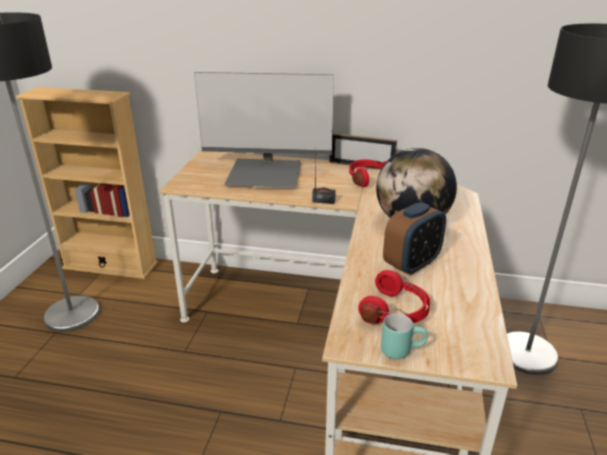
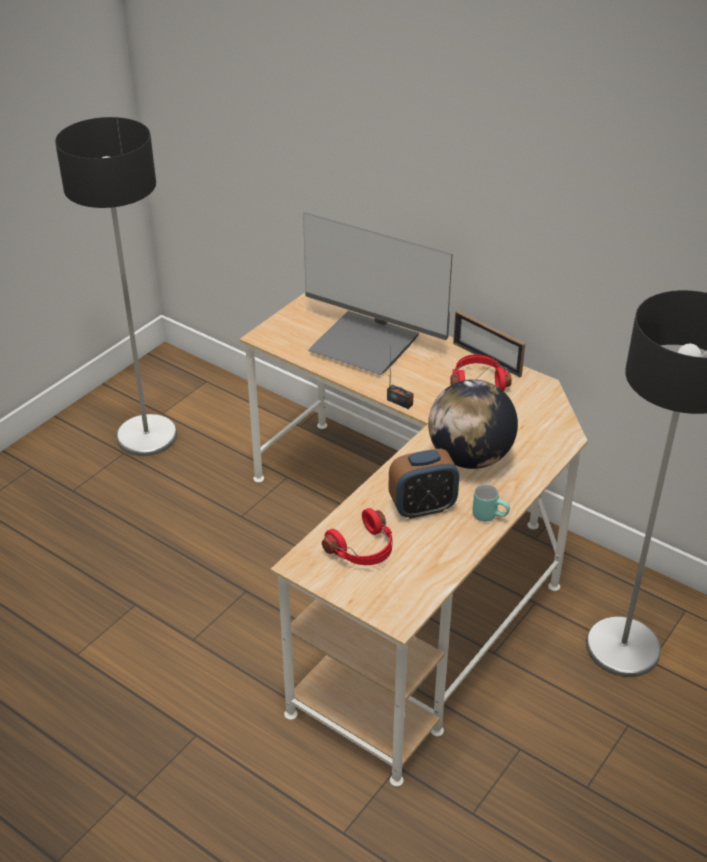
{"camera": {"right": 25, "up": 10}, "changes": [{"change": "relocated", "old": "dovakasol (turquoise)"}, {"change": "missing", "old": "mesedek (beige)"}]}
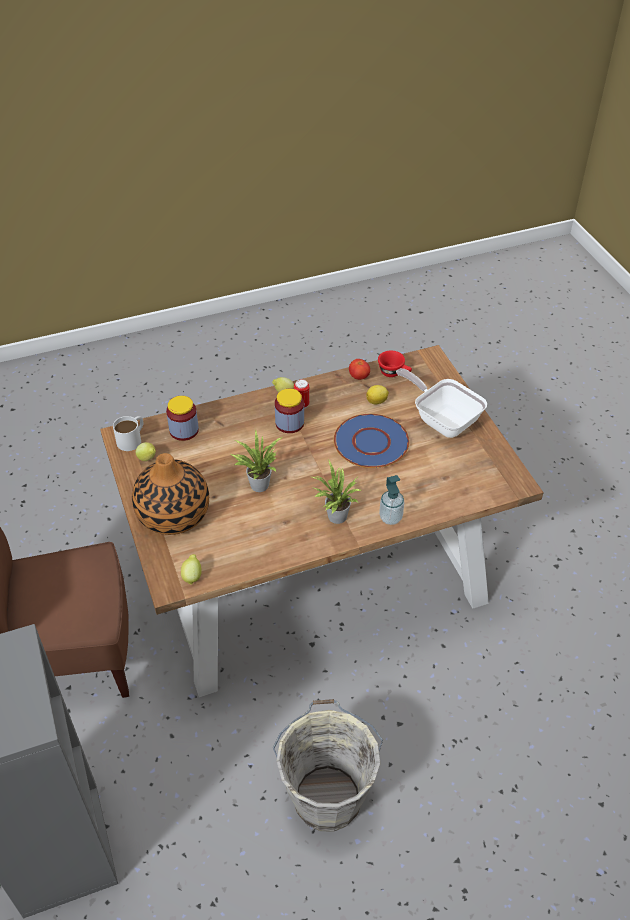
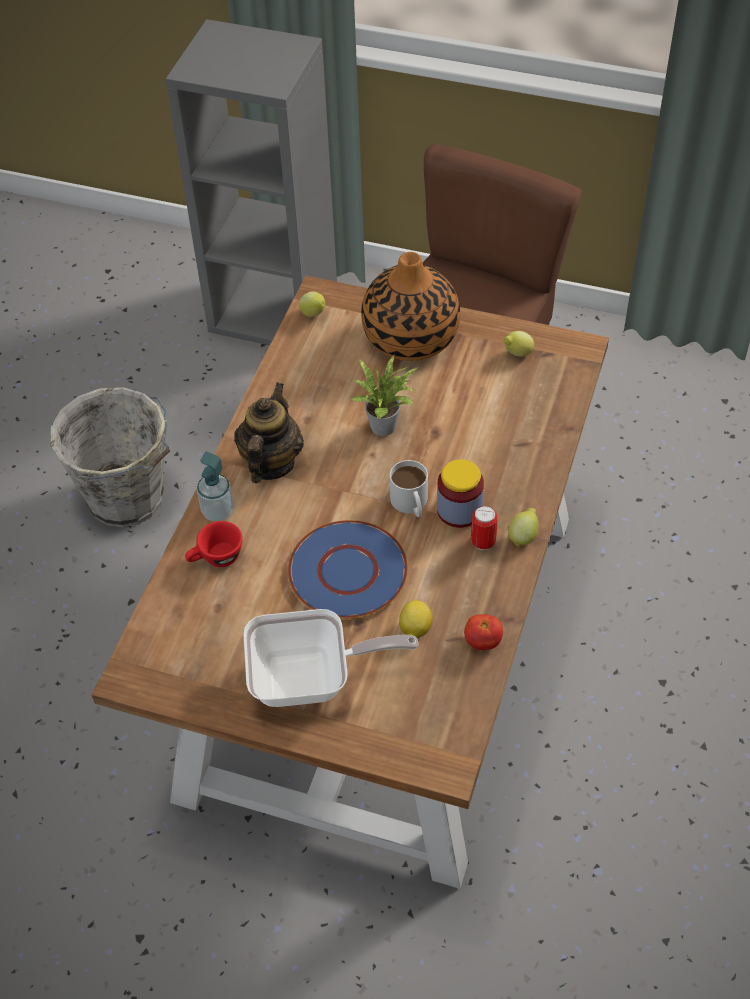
{"camera": {"right": 130, "up": 5}, "changes": [{"change": "relocated", "old": "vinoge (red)"}, {"change": "exchanged", "old": "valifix (no. 2 from left)", "new": "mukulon"}, {"change": "relocated", "old": "dovakasol (white)"}, {"change": "missing", "old": "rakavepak (no. 1 from left)"}]}
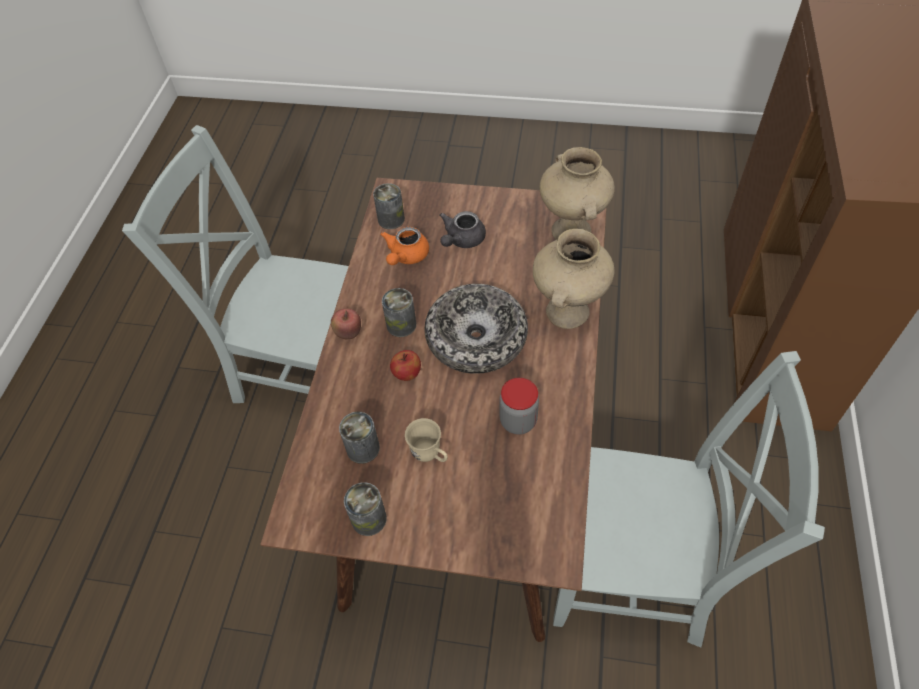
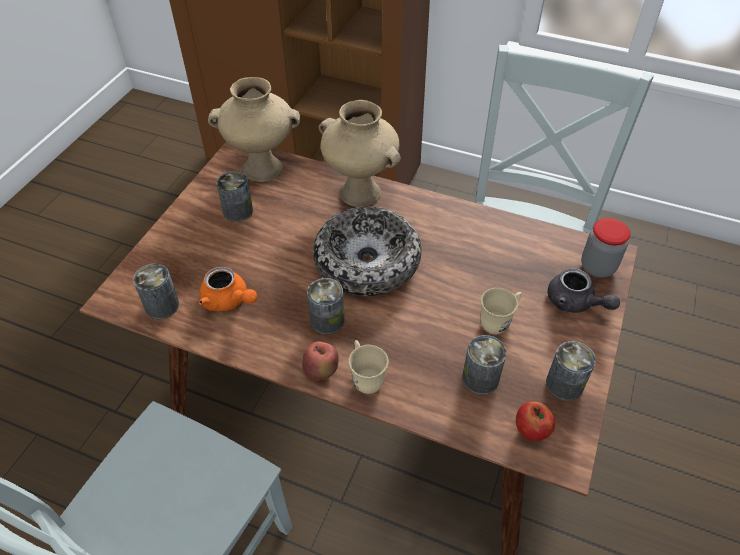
{"camera": {"right": -80, "up": -5}, "changes": [{"change": "appeared", "new": "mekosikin (no. 2 from left)"}, {"change": "appeared", "new": "dovakasol (beige) (no. 1 from left)"}, {"change": "relocated", "old": "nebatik (no. 2 from left)"}, {"change": "relocated", "old": "mukulon (grey)"}, {"change": "relocated", "old": "rakavepak"}]}
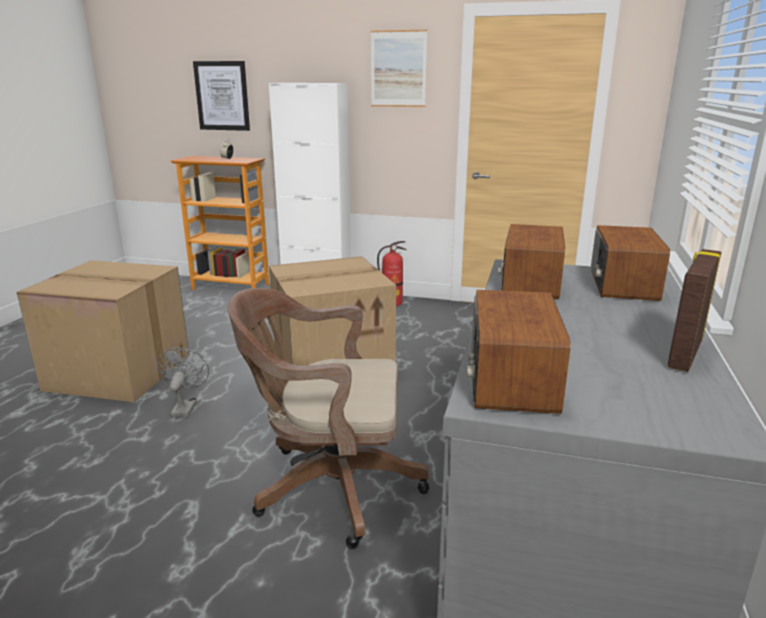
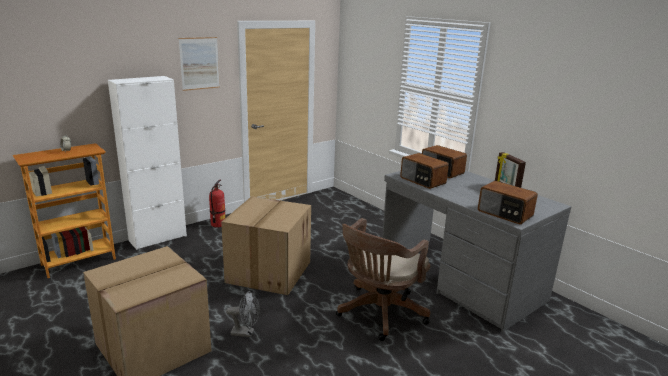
{"camera": {"right": -55, "up": 0}, "changes": [{"change": "spun", "old": "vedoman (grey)", "degrees": 150}, {"change": "missing", "old": "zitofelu (no. 1 from left)"}]}
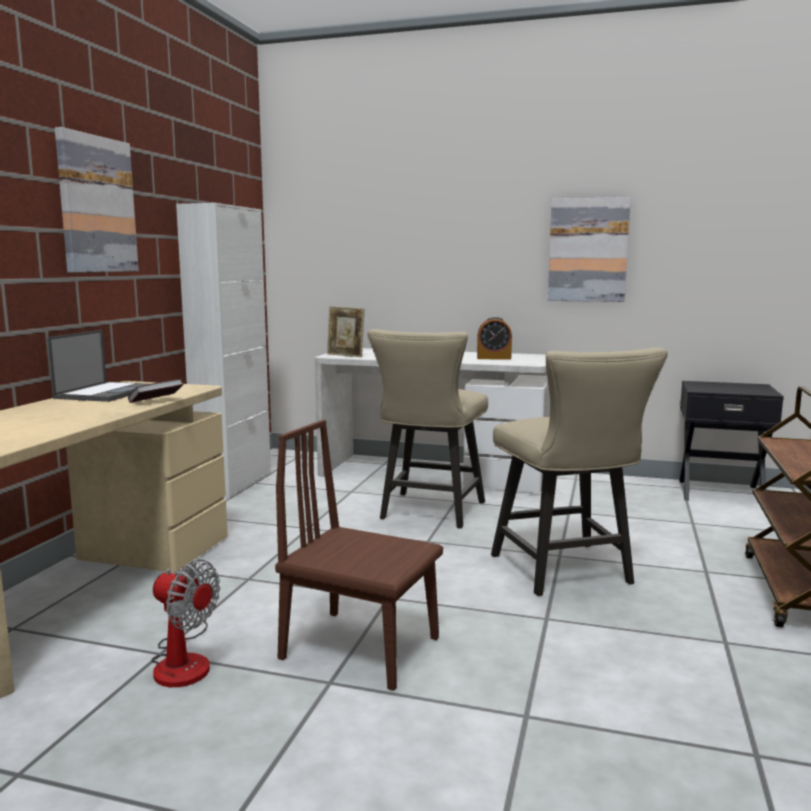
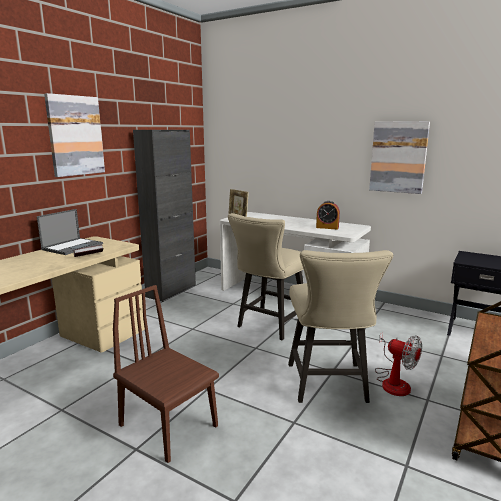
{"camera": {"right": 15, "up": 5}, "changes": [{"change": "colour", "old": "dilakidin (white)", "new": "dilakidin (black)"}, {"change": "relocated", "old": "vedoman"}]}
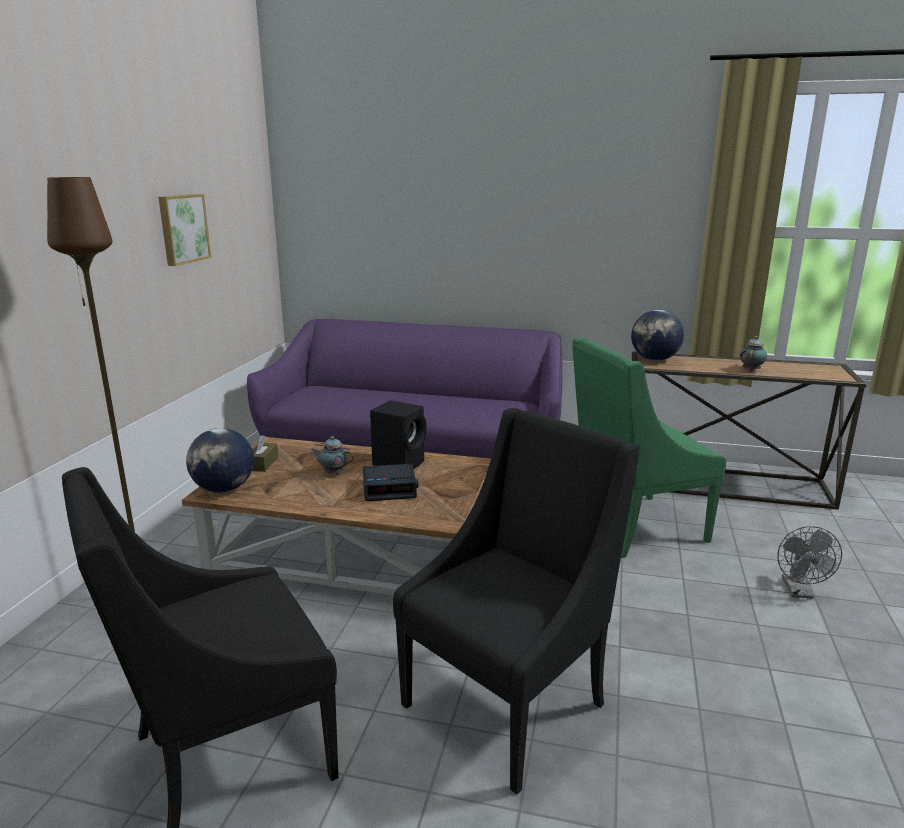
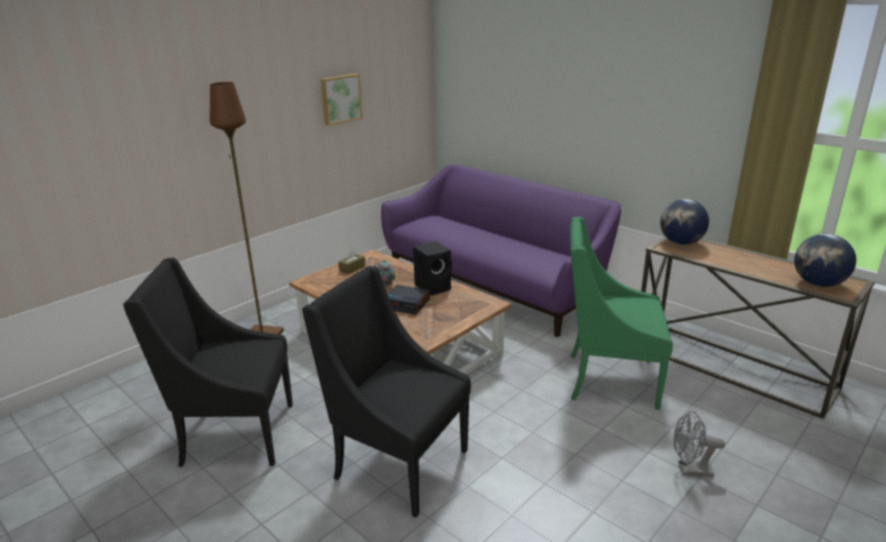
{"camera": {"right": 30, "up": 5}, "changes": [{"change": "spun", "old": "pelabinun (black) (no. 2 from left)", "degrees": -135}, {"change": "spun", "old": "vedoman (grey)", "degrees": 60}, {"change": "relocated", "old": "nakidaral (no. 1 from left in the first image)", "new": "nakidaral (no. 2 from left)"}, {"change": "missing", "old": "mukulon (no. 2 from left)"}]}
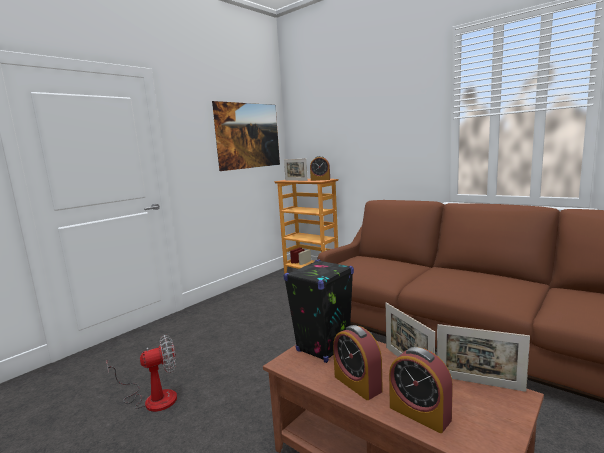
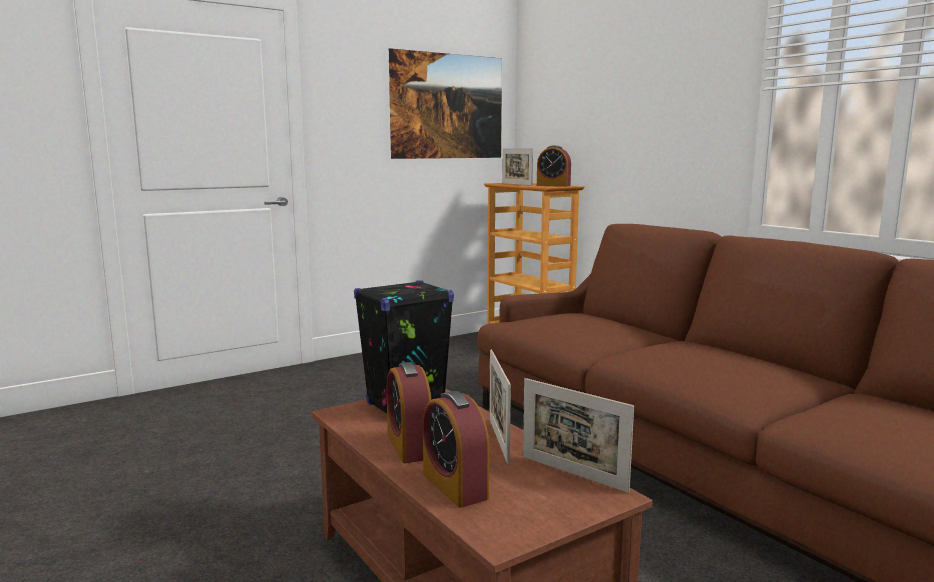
{"camera": {"right": 15, "up": 0}, "changes": [{"change": "missing", "old": "vedoman"}]}
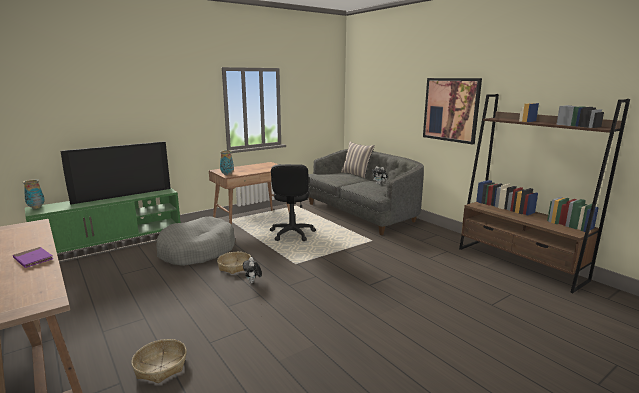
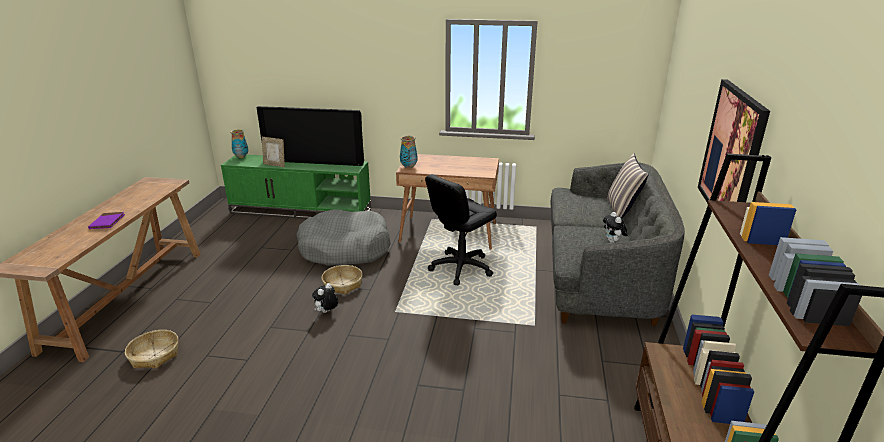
{"camera": {"right": 45, "up": 10}, "changes": [{"change": "appeared", "new": "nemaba"}]}
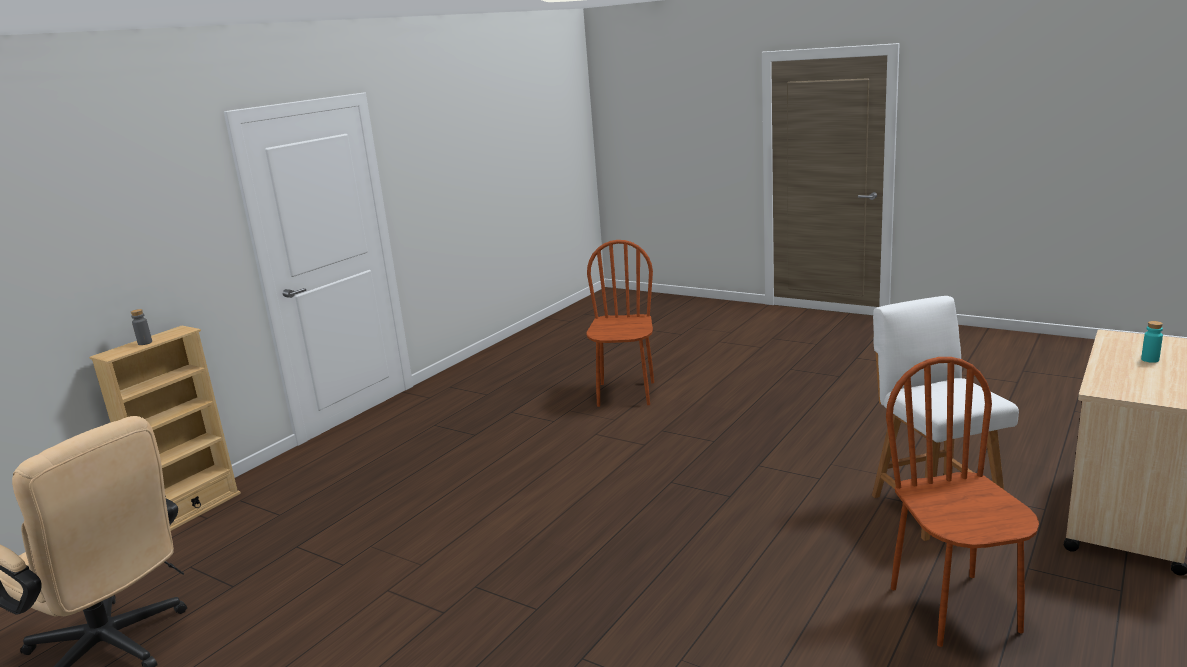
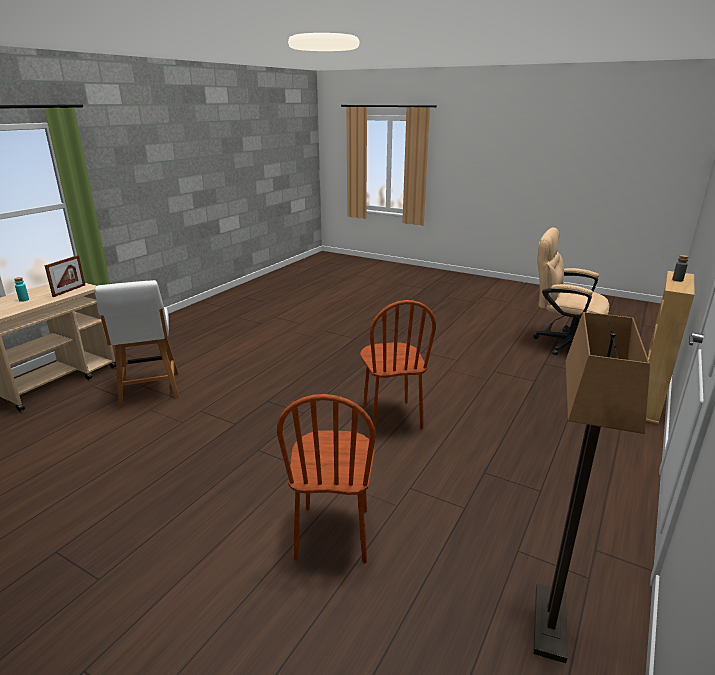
{"camera": {"right": 175, "up": 5}, "changes": [{"change": "appeared", "new": "nemaba"}, {"change": "relocated", "old": "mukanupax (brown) (no. 2 from left)"}, {"change": "appeared", "new": "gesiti"}]}
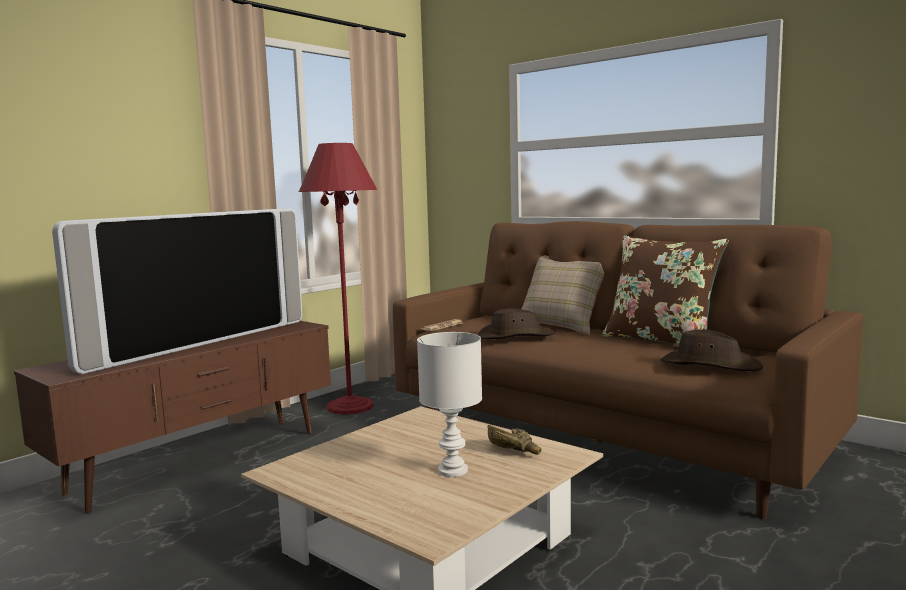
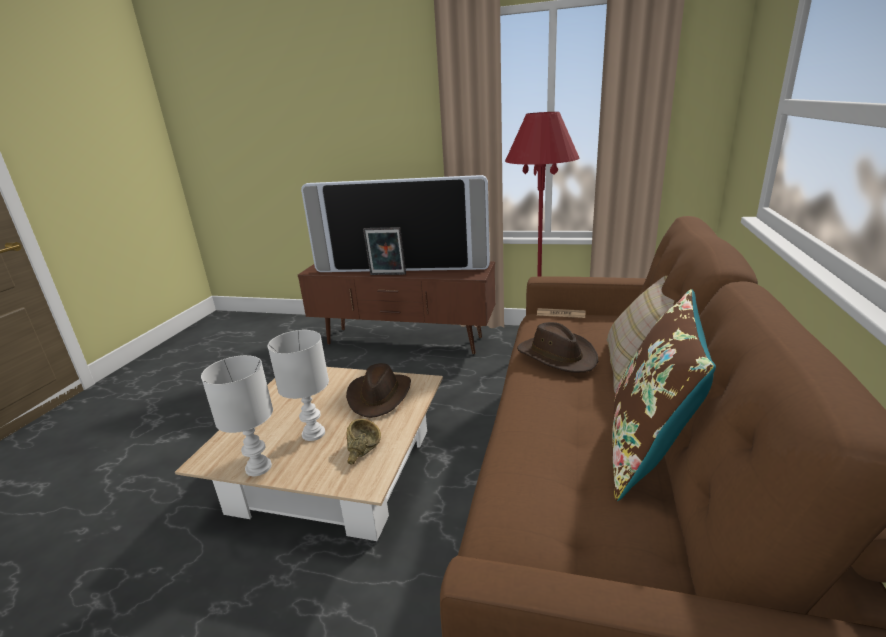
{"camera": {"right": 65, "up": 15}, "changes": [{"change": "appeared", "new": "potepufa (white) (no. 1 from left)"}, {"change": "relocated", "old": "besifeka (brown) (no. 2 from left in the first image)", "new": "besifeka (brown) (no. 1 from left)"}, {"change": "appeared", "new": "nemaba"}]}
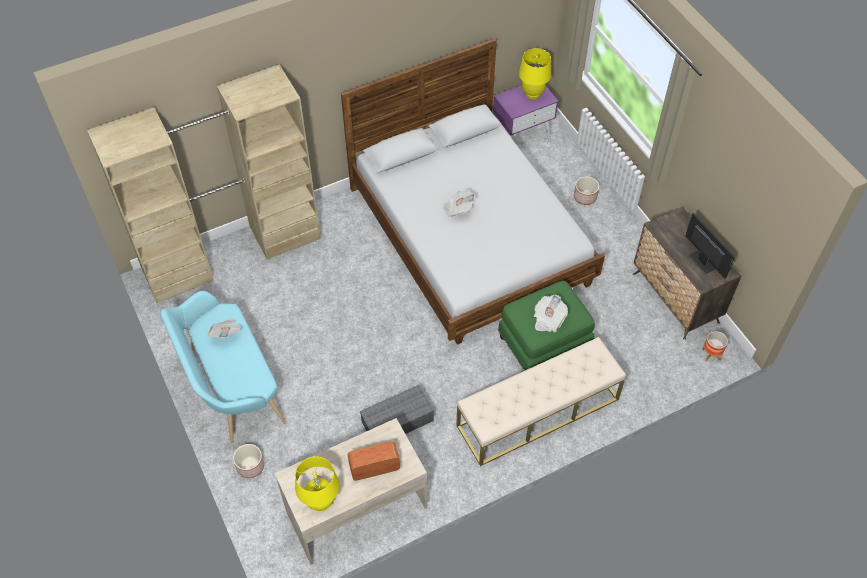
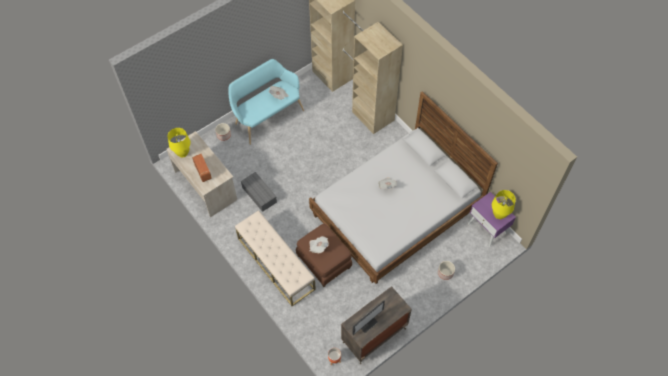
{"camera": {"right": 80, "up": 5}, "changes": [{"change": "colour", "old": "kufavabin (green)", "new": "kufavabin (brown)"}]}
